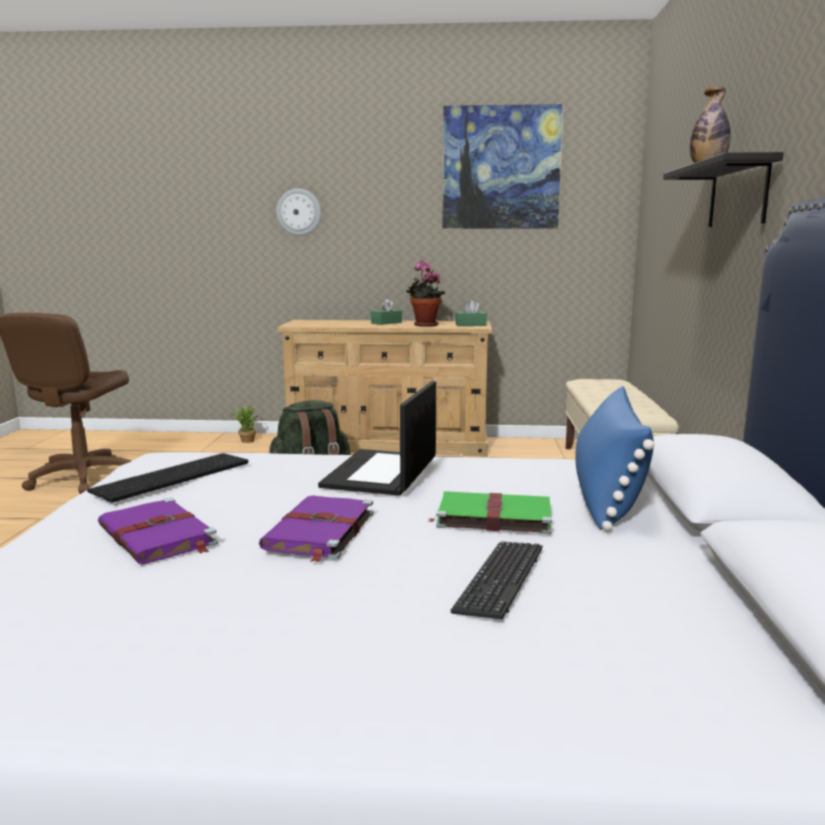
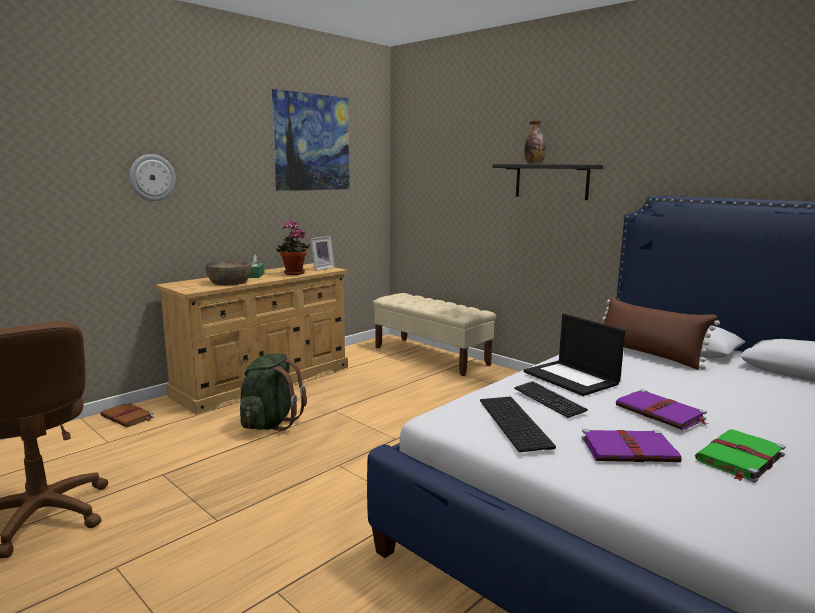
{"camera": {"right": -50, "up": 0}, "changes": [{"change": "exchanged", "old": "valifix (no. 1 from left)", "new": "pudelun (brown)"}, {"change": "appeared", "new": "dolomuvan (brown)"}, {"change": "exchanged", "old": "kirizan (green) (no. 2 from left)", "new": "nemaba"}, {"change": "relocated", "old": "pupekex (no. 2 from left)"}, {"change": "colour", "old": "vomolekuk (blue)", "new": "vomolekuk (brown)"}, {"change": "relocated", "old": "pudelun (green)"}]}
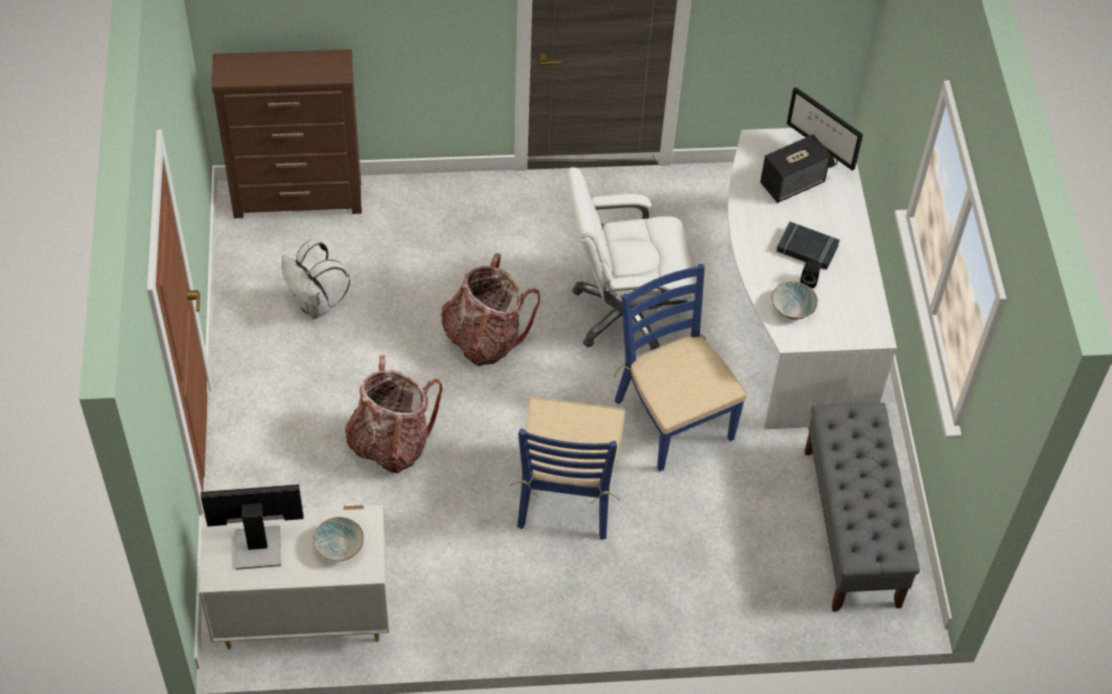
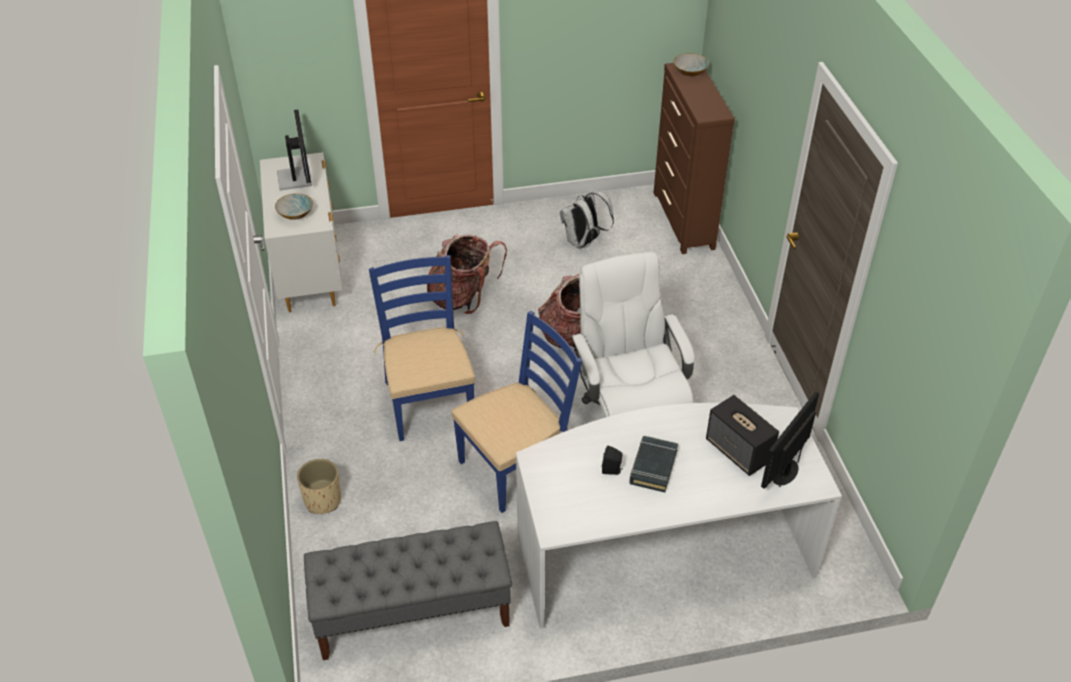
{"camera": {"right": 85, "up": -10}, "changes": [{"change": "appeared", "new": "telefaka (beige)"}, {"change": "spun", "old": "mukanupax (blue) (no. 1 from left)", "degrees": 75}, {"change": "relocated", "old": "dolomuvan (no. 2 from left)"}]}
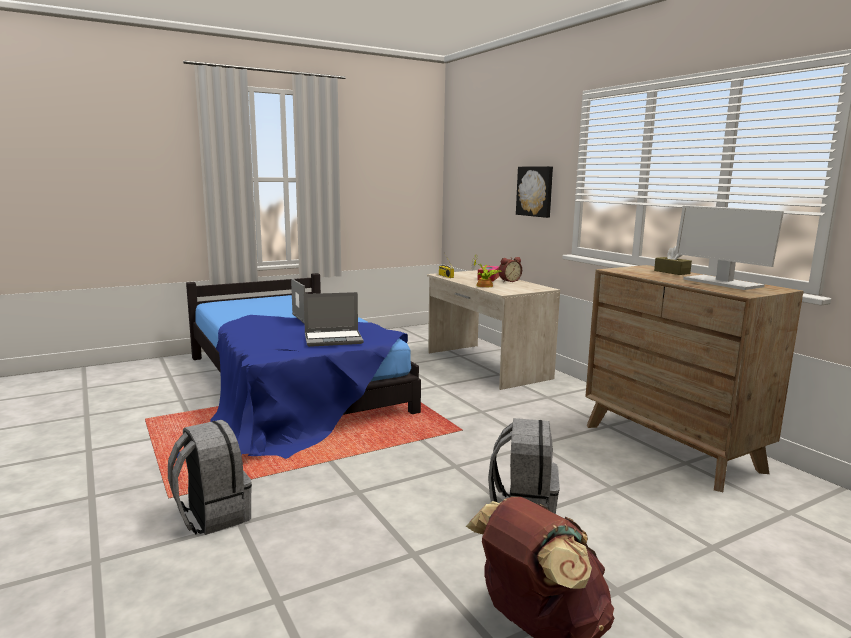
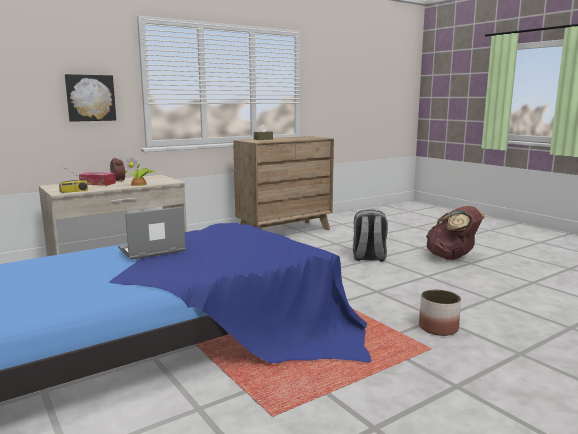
{"camera": {"right": -95, "up": 0}, "changes": [{"change": "exchanged", "old": "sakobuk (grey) (no. 1 from left)", "new": "telefaka"}, {"change": "missing", "old": "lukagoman (no. 2 from left)"}, {"change": "missing", "old": "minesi"}]}
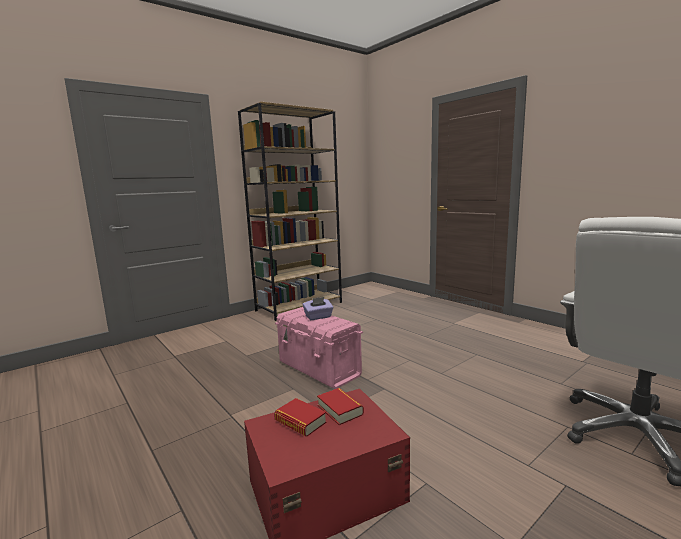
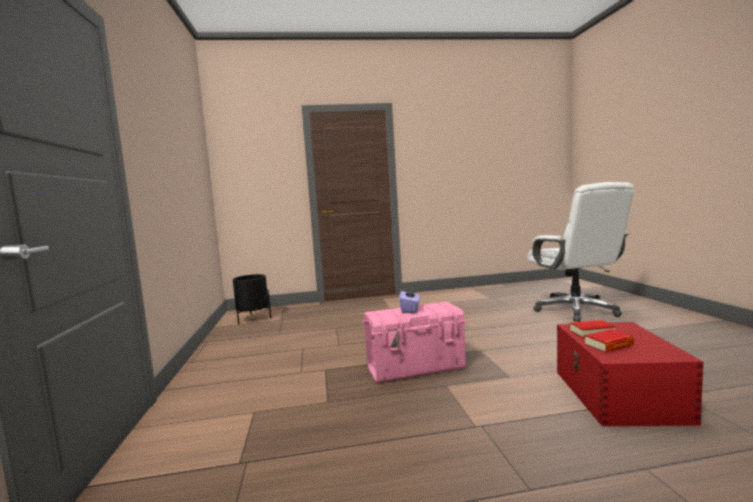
{"camera": {"right": -60, "up": -5}, "changes": [{"change": "appeared", "new": "telefaka (black)"}, {"change": "missing", "old": "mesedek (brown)"}]}
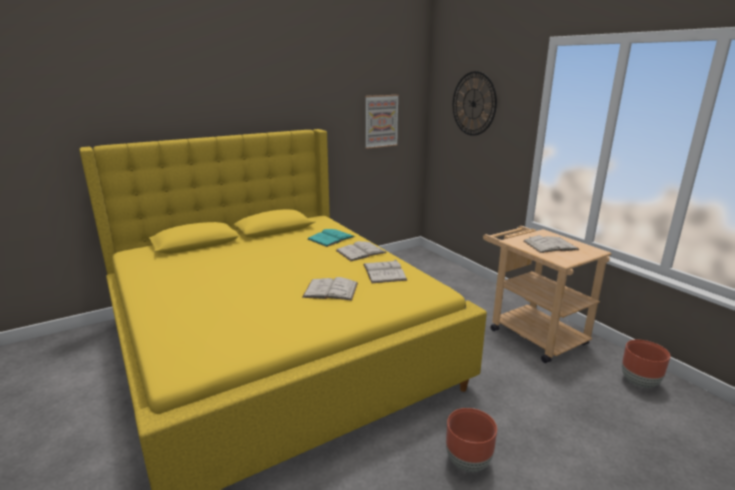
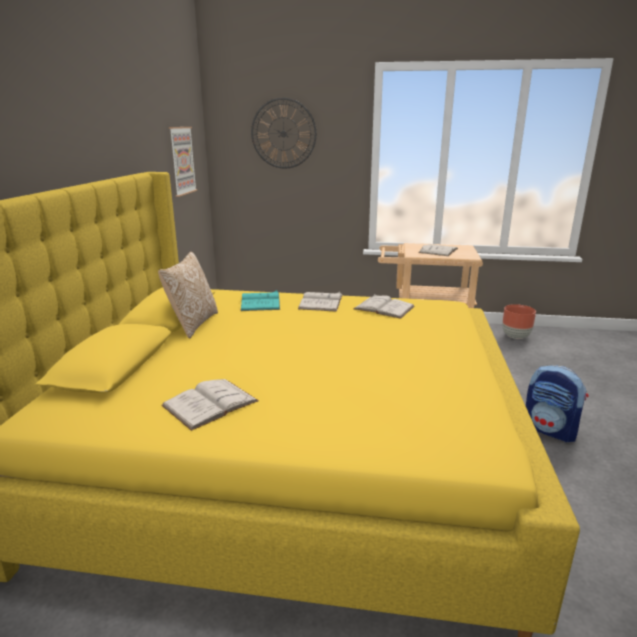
{"camera": {"right": -50, "up": 0}, "changes": [{"change": "appeared", "new": "vomolekuk"}, {"change": "relocated", "old": "pudelun (white) (no. 1 from left)"}, {"change": "exchanged", "old": "telefaka (brown) (no. 1 from left)", "new": "sakobuk"}]}
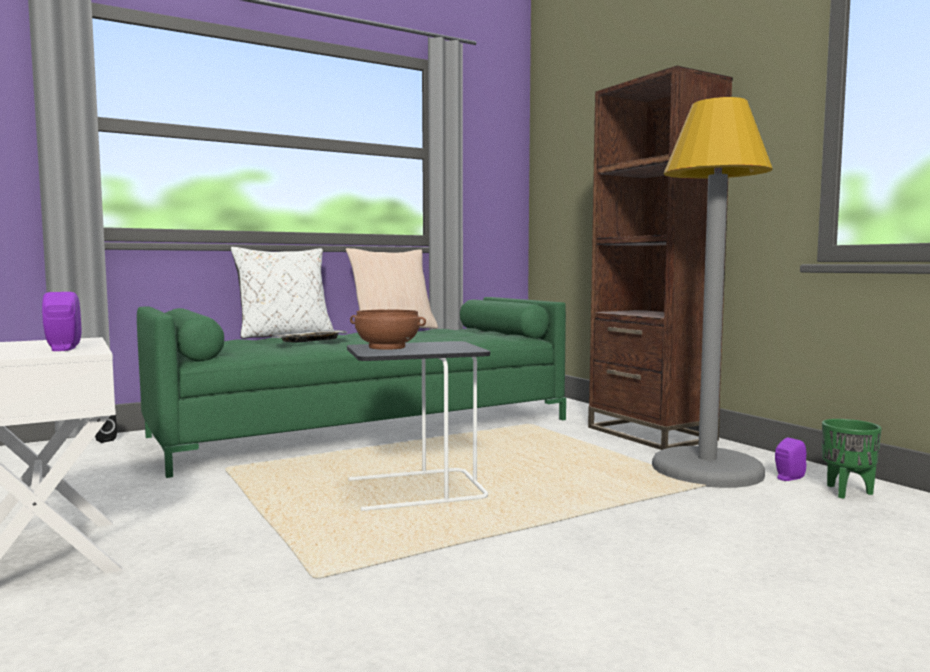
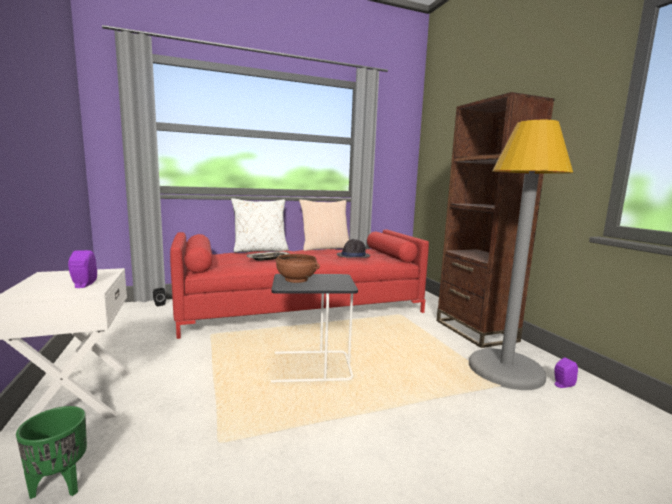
{"camera": {"right": 10, "up": 5}, "changes": [{"change": "relocated", "old": "telefaka (green)"}, {"change": "colour", "old": "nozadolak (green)", "new": "nozadolak (red)"}, {"change": "appeared", "new": "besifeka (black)"}]}
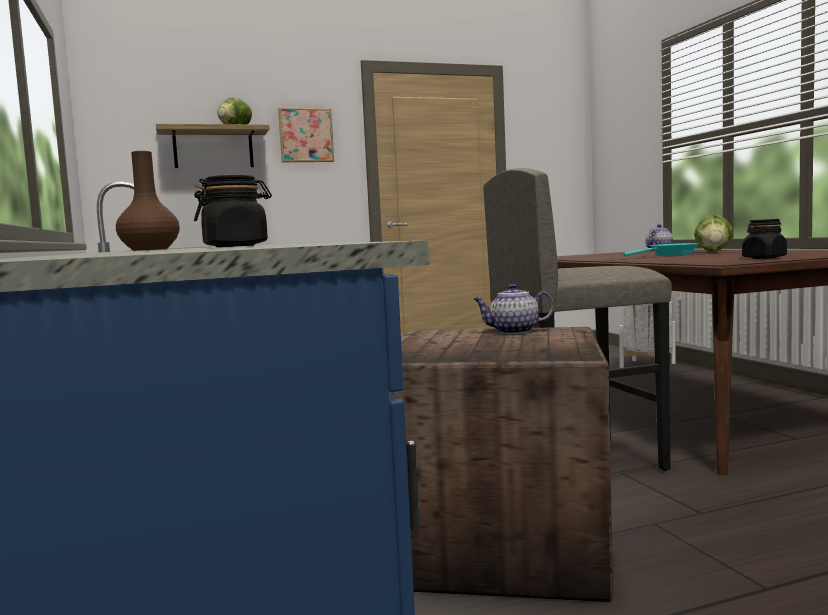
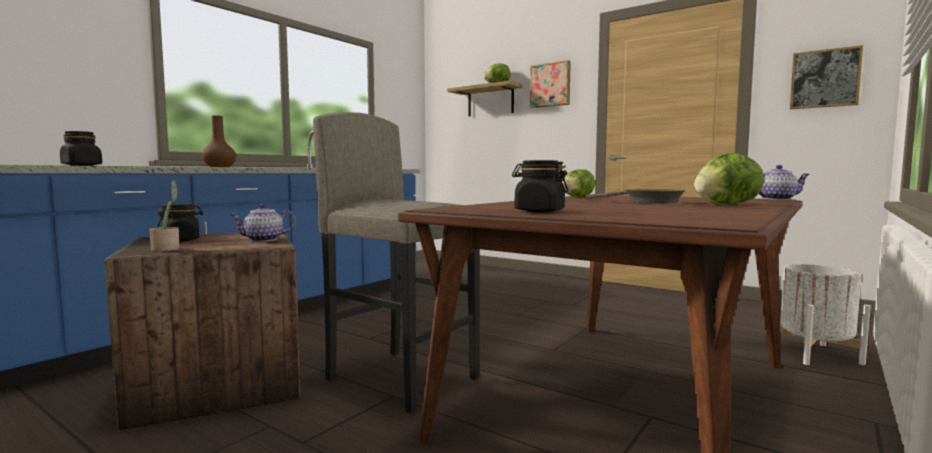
{"camera": {"right": 55, "up": 0}, "changes": [{"change": "appeared", "new": "valifix"}, {"change": "appeared", "new": "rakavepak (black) (no. 2 from left)"}, {"change": "spun", "old": "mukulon (no. 1 from left)", "degrees": -75}, {"change": "appeared", "new": "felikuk (no. 2 from left)"}, {"change": "colour", "old": "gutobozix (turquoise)", "new": "gutobozix (brown)"}, {"change": "appeared", "new": "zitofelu (no. 2 from left)"}]}
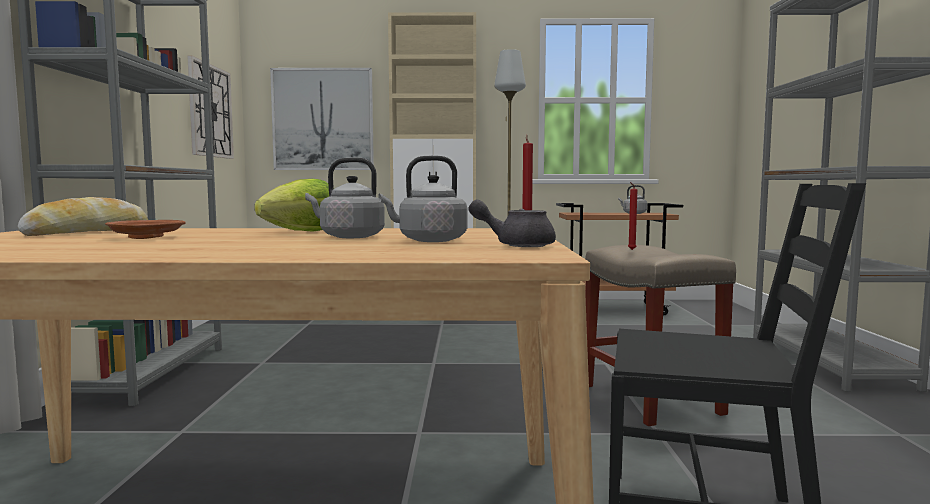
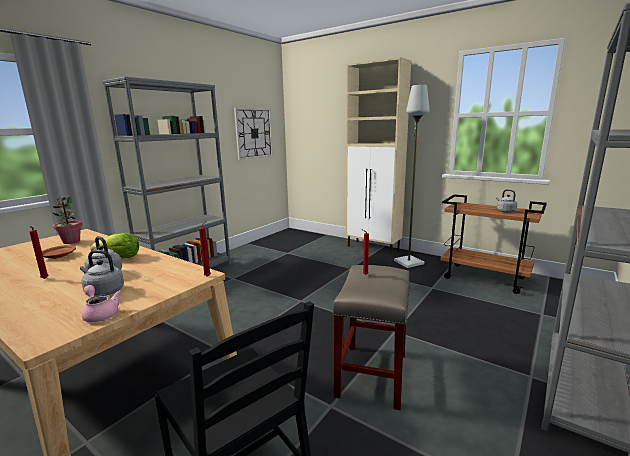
{"camera": {"right": 35, "up": 10}, "changes": [{"change": "appeared", "new": "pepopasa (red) (no. 1 from left)"}, {"change": "exchanged", "old": "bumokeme", "new": "valifix"}, {"change": "colour", "old": "mukulon (grey)", "new": "mukulon (pink)"}, {"change": "missing", "old": "zitofelu"}]}
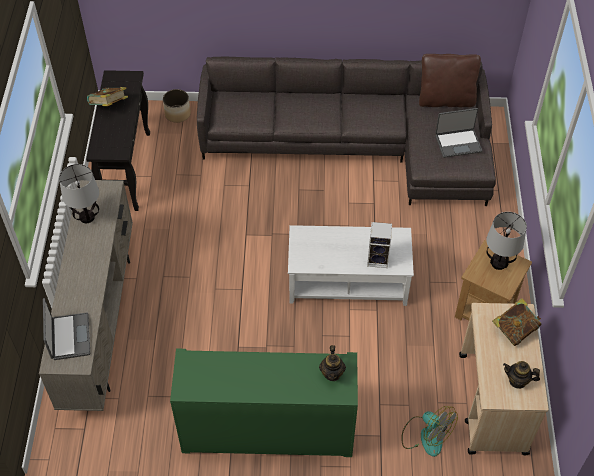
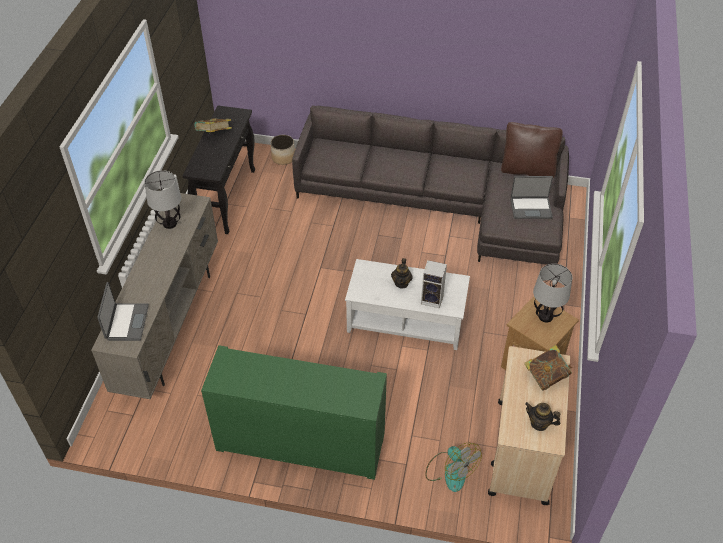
{"camera": {"right": 10, "up": -5}, "changes": [{"change": "relocated", "old": "mukulon (no. 1 from left)"}]}
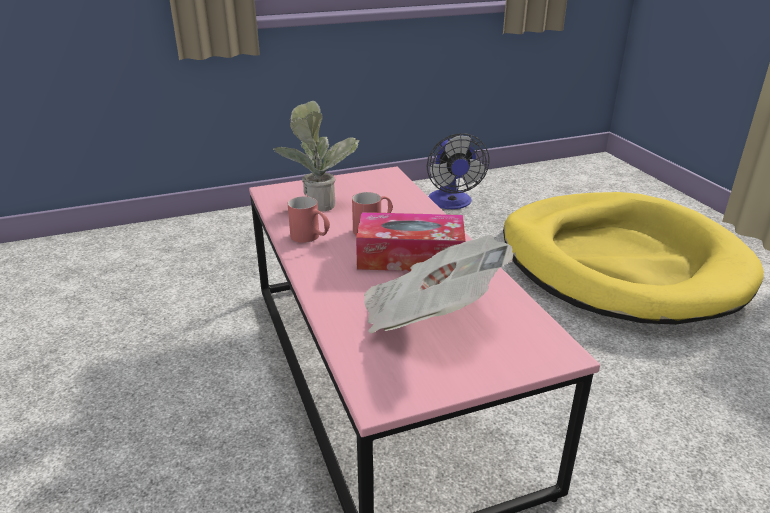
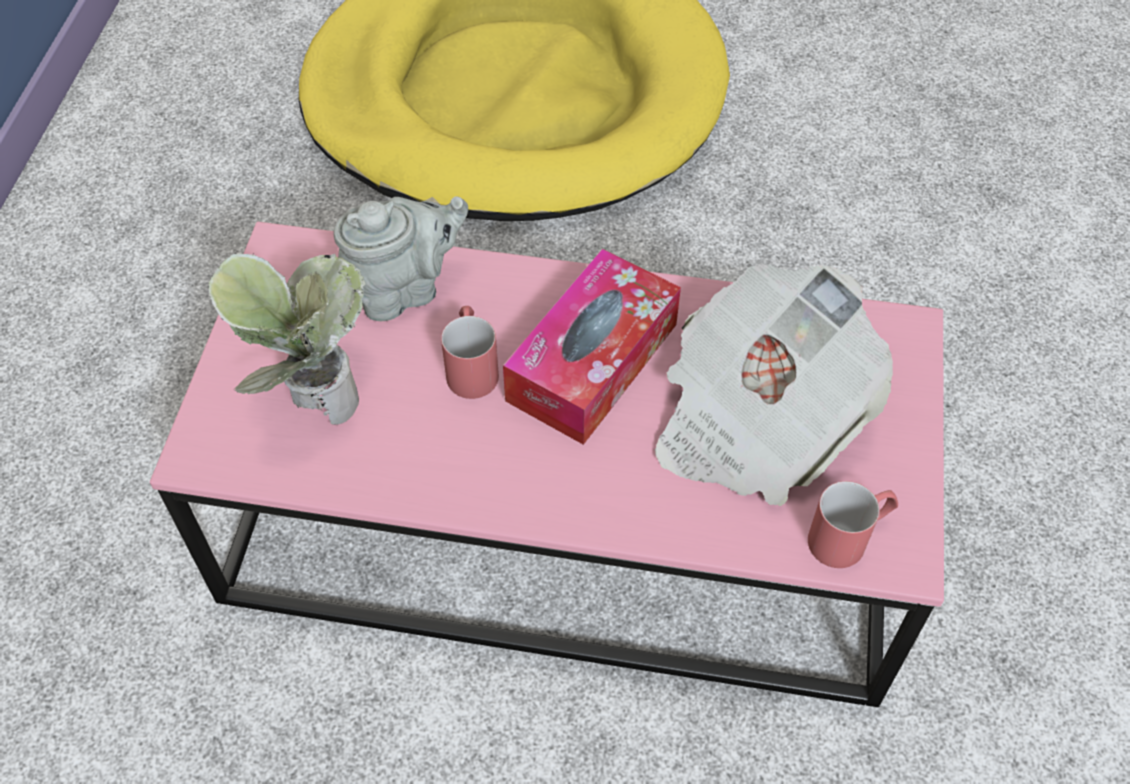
{"camera": {"right": -60, "up": 25}, "changes": [{"change": "appeared", "new": "mukulon (grey)"}, {"change": "relocated", "old": "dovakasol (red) (no. 1 from left in the first image)", "new": "dovakasol (red) (no. 2 from left)"}, {"change": "missing", "old": "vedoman"}]}
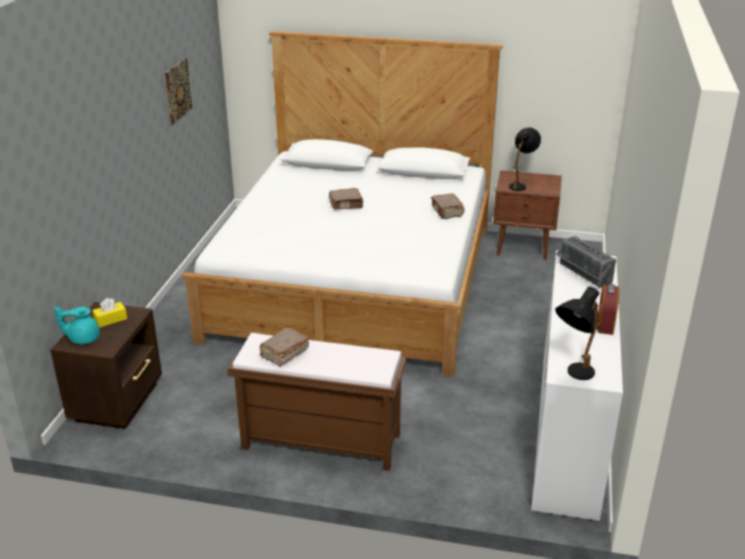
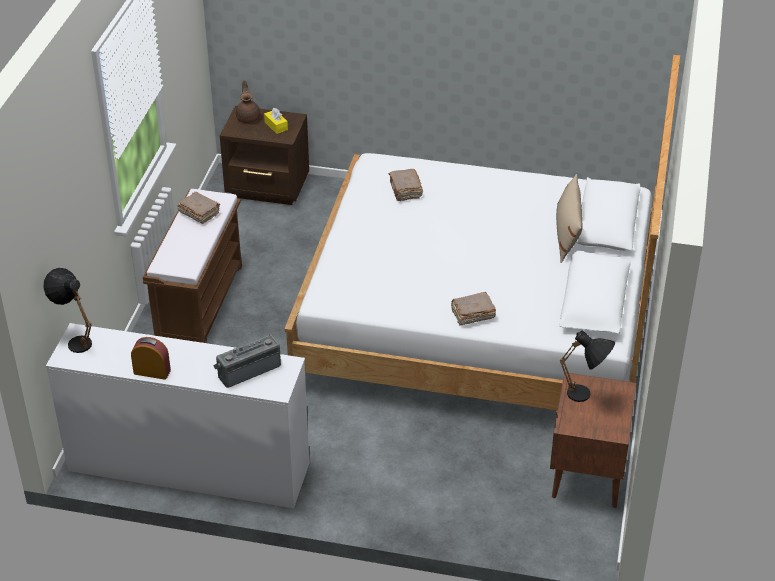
{"camera": {"right": 90, "up": 10}, "changes": [{"change": "colour", "old": "mukulon (turquoise)", "new": "mukulon (brown)"}, {"change": "relocated", "old": "pudelun (brown) (no. 2 from left)"}, {"change": "appeared", "new": "vomolekuk (beige)"}, {"change": "missing", "old": "zitofelu"}]}
